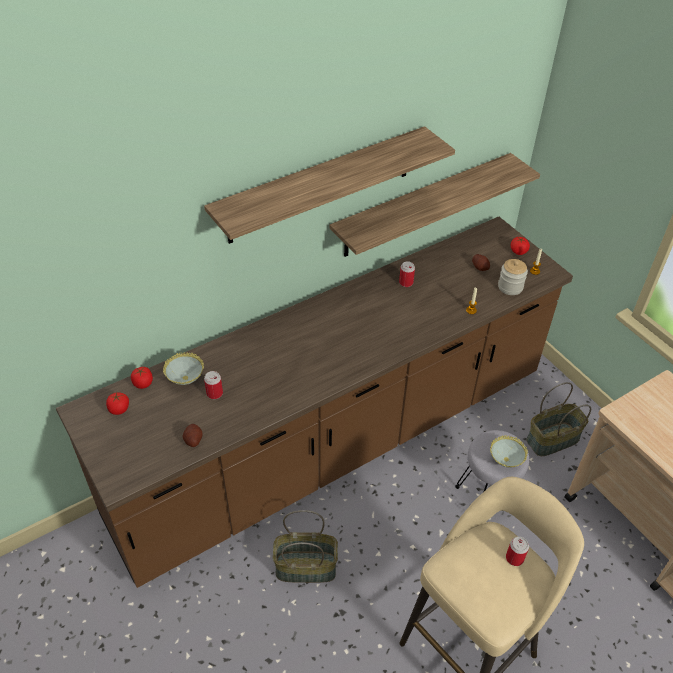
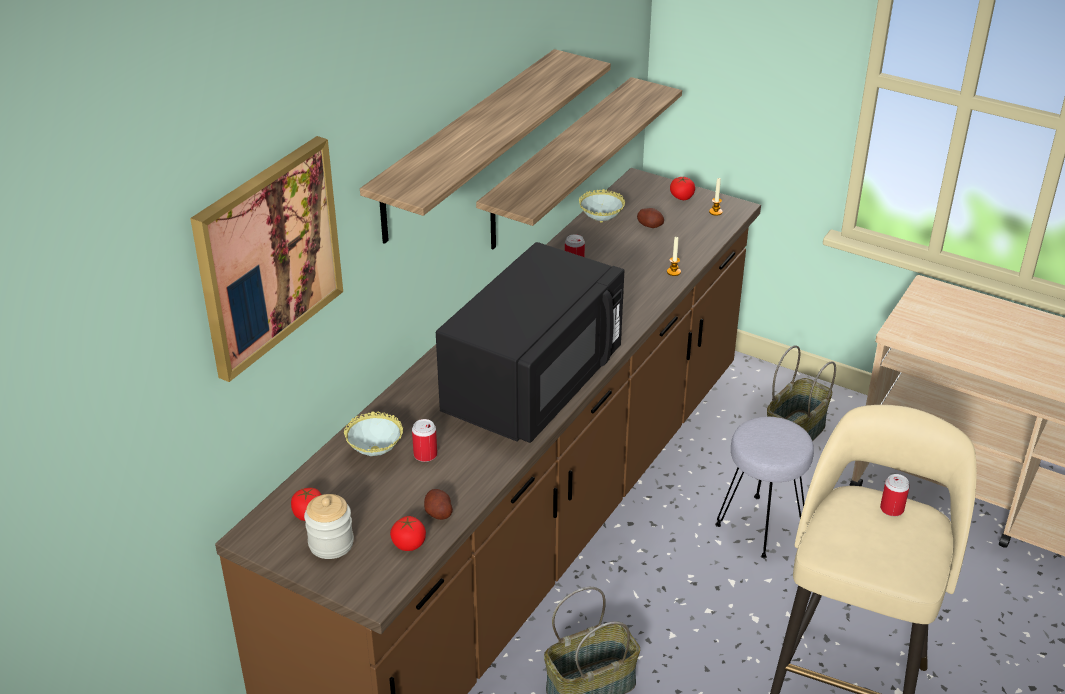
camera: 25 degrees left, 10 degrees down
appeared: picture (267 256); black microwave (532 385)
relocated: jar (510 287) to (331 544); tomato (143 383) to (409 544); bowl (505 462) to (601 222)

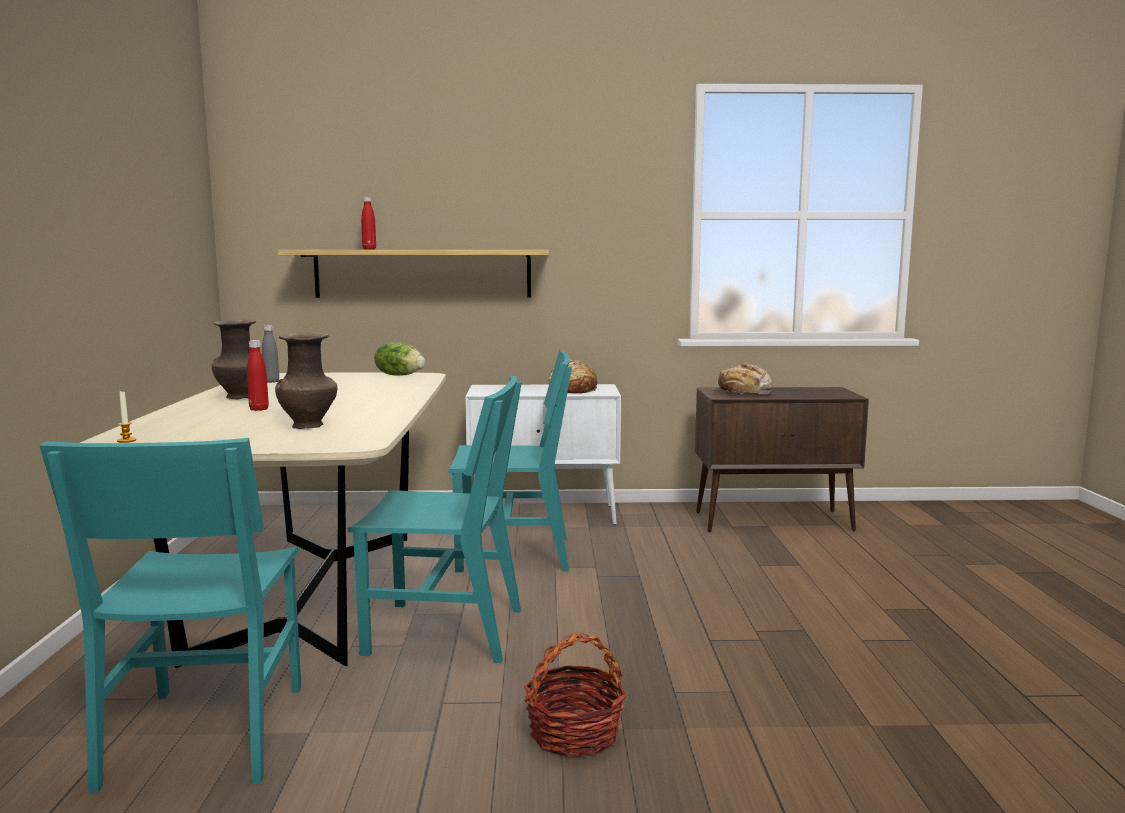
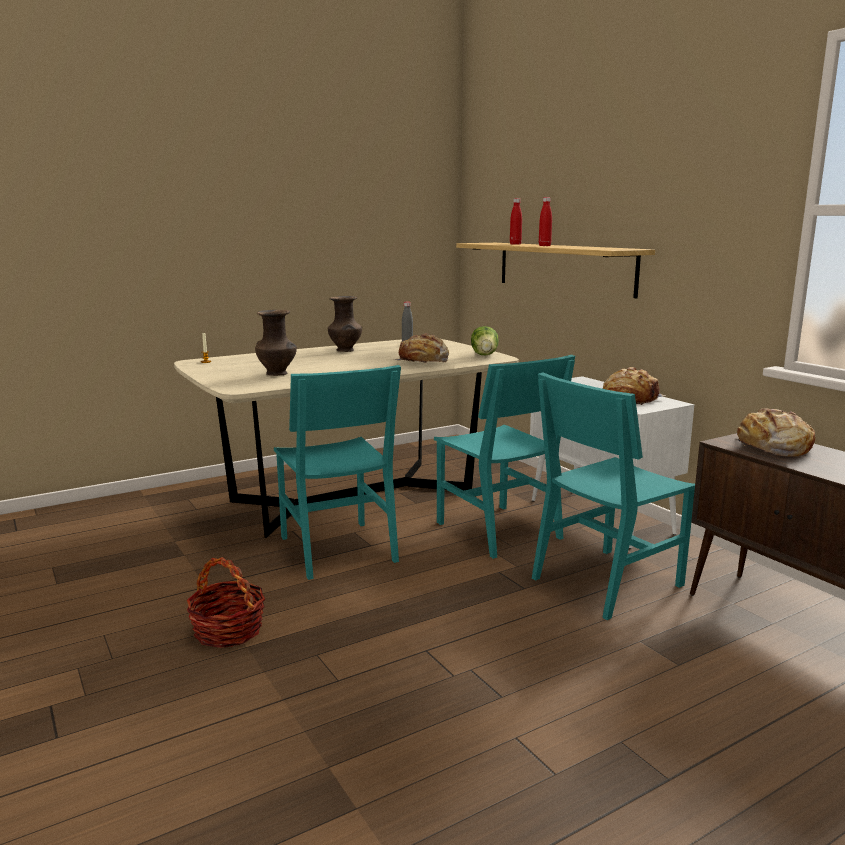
camera: 60 degrees right, 5 degrees up
appeared: bread (423 361)
relocated: red bottle (259 409) to (544 246); turquoise chair (205 734) to (606 581)

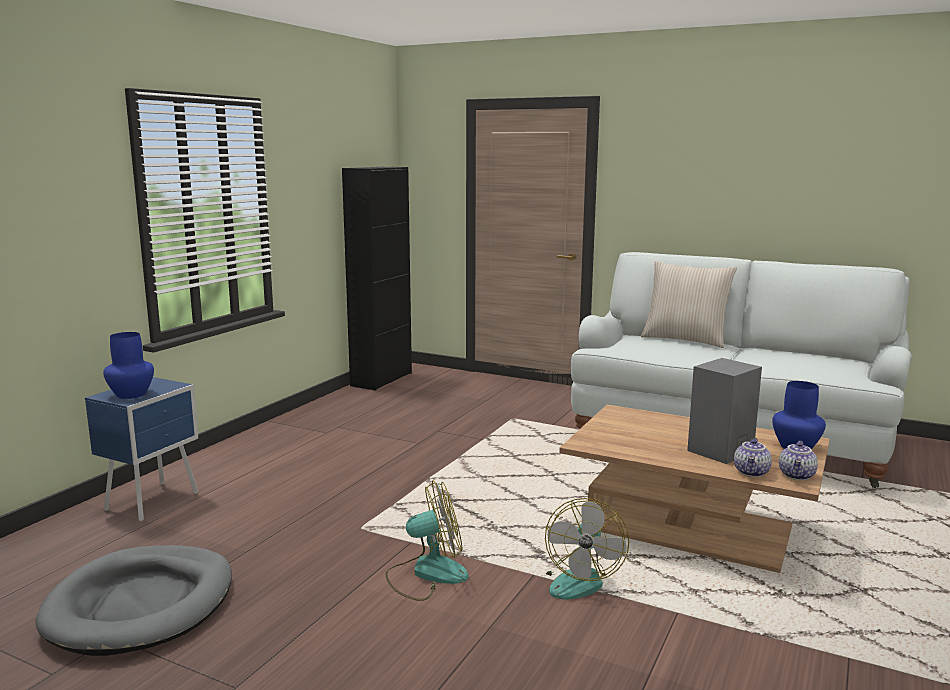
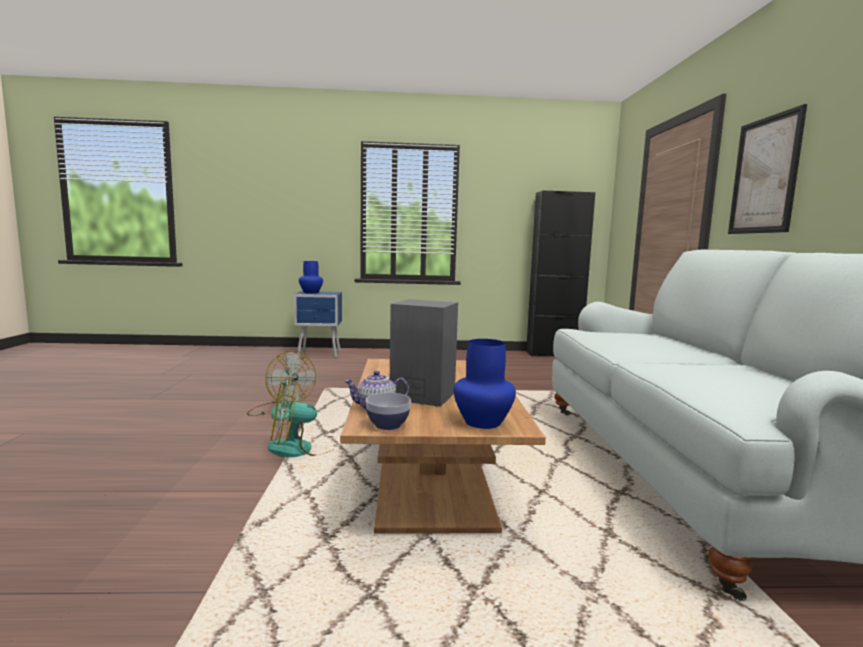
camera: 60 degrees right, 5 degrees down
missing: beige pillow (685 340); grey dog bed (141 605)
appeared: picture (764 175)
exchanged: teapot (797 476) to bowl (388 425)

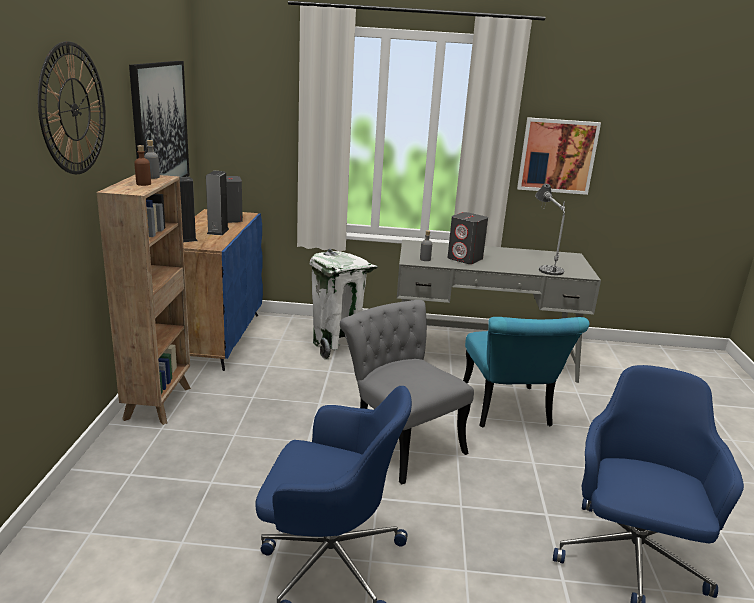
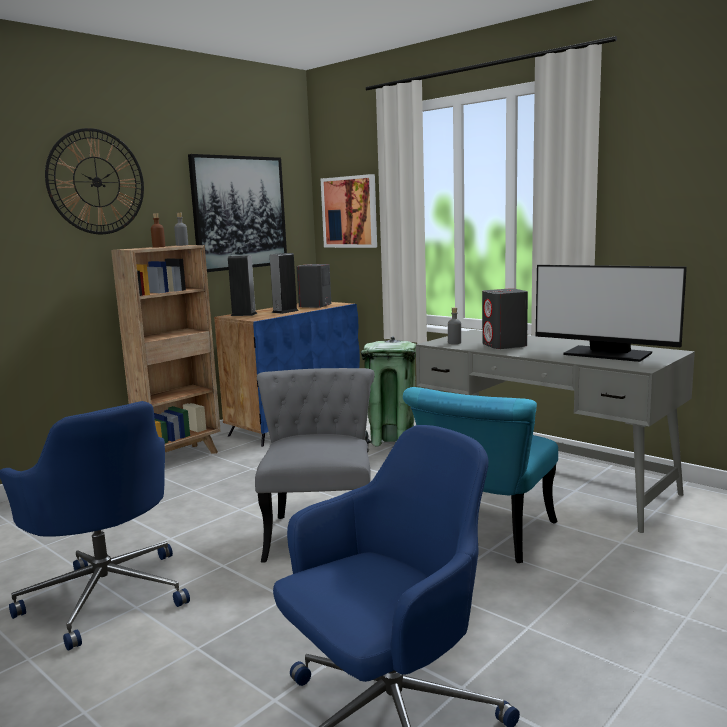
camera: 40 degrees right, 10 degrees down
relocated: picture (557 156) to (350 212)
exchanged: table lamp (544 262) to monitor (607 354)
colour: white trash can (337 345) to green trash can (391 446)

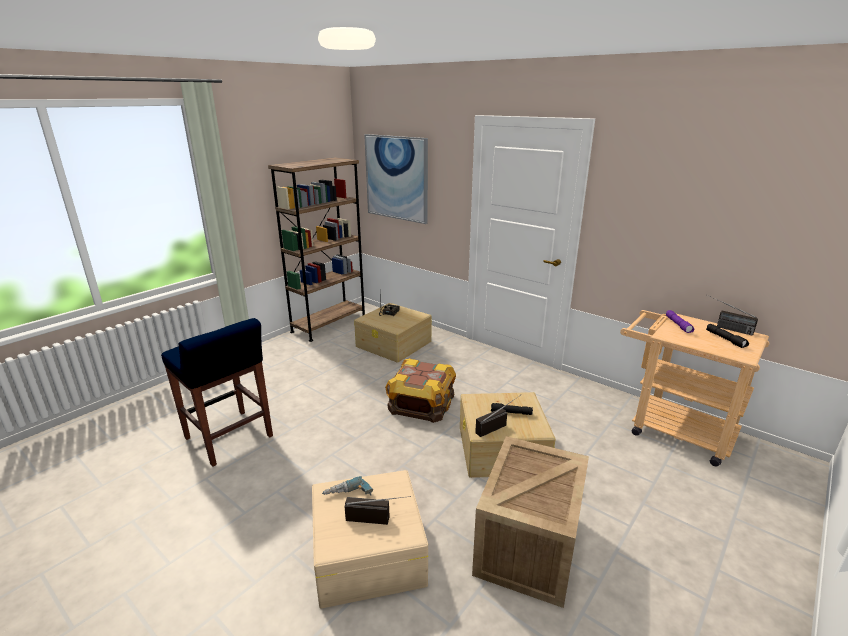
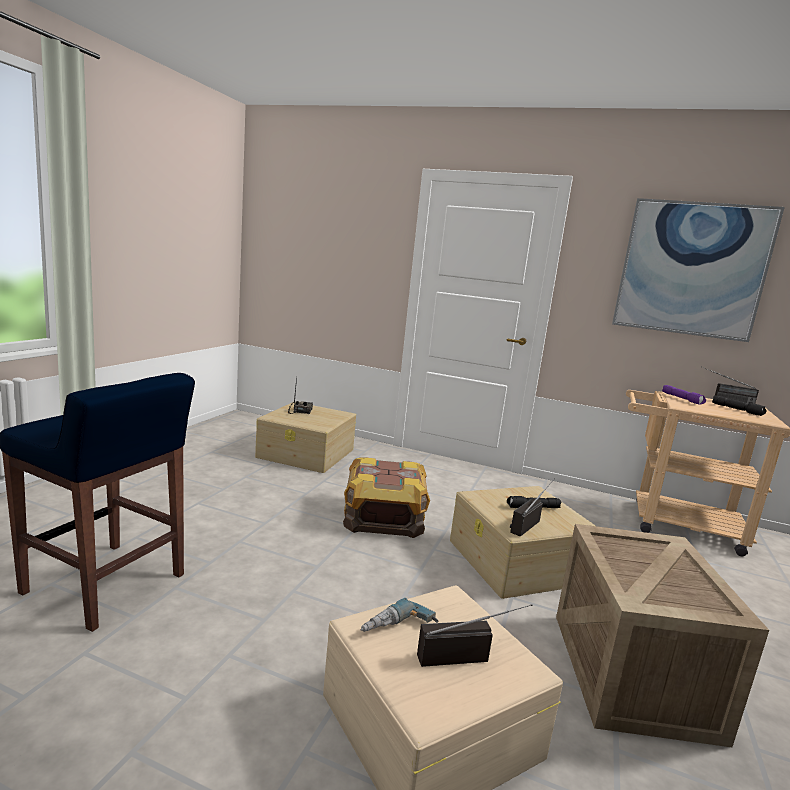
camera: 20 degrees left, 10 degrees down
missing: brown bookcase (329 324)
relocated: picture (396 178) to (691 269)

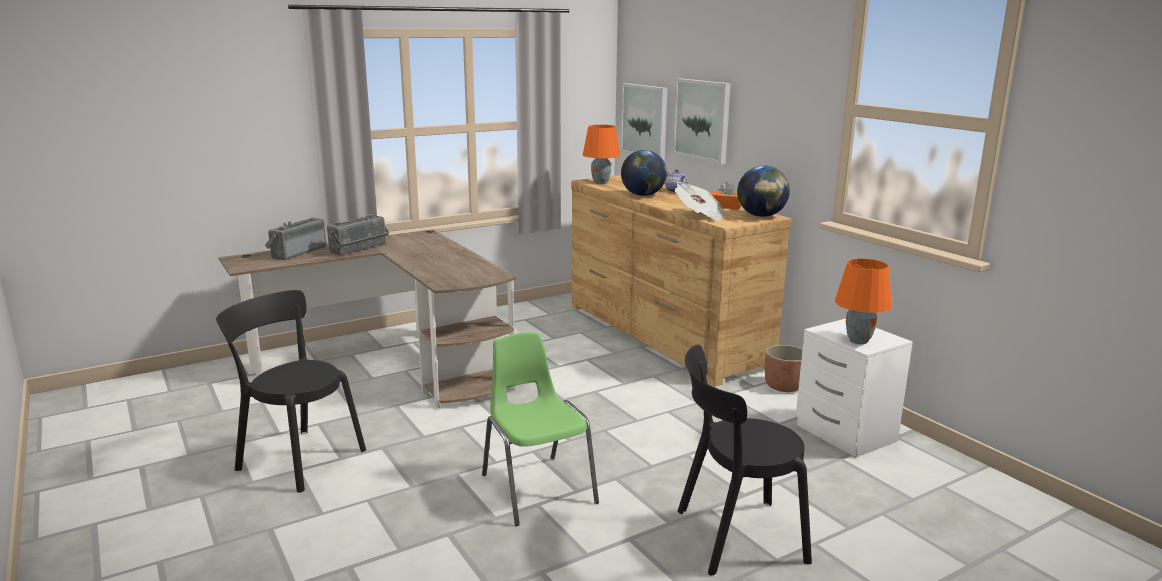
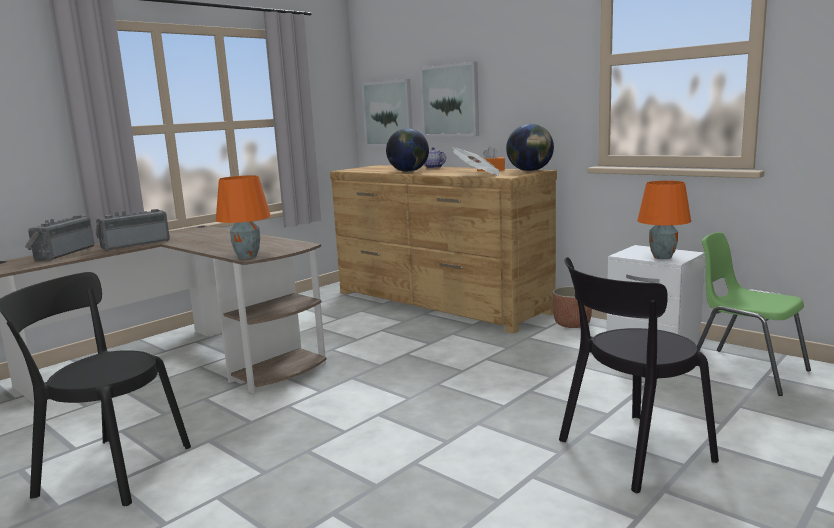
camera: 15 degrees left, 5 degrees down
relocated: orange table lamp (601 183) to (248 256); green chair (537 488) to (745 370)
spun: radio (360 249) = (135 244) 150 degrees counterclockwise

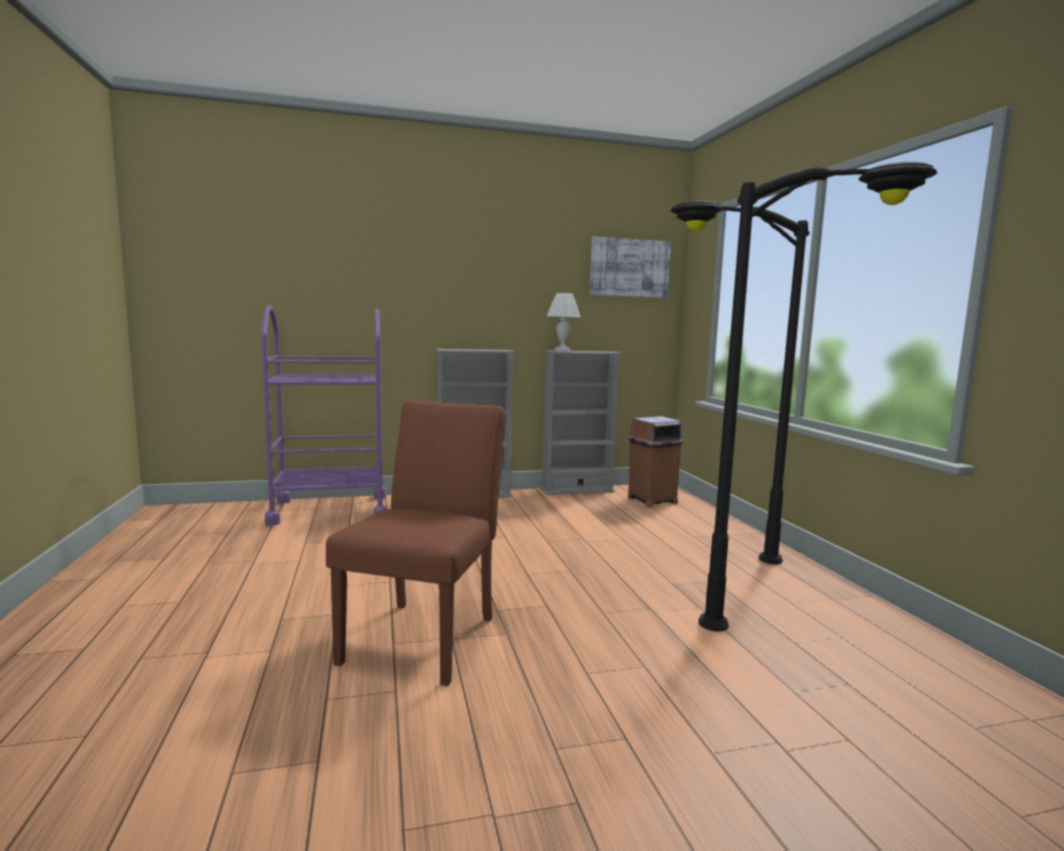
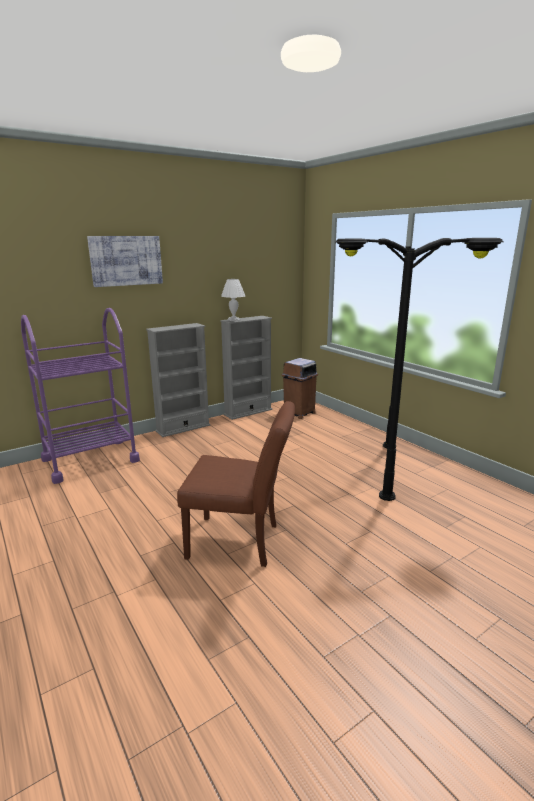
camera: 20 degrees left, 10 degrees up
relocated: picture (629 268) to (126 260)
spun: brown chair (426 634) = (241 542) 105 degrees clockwise

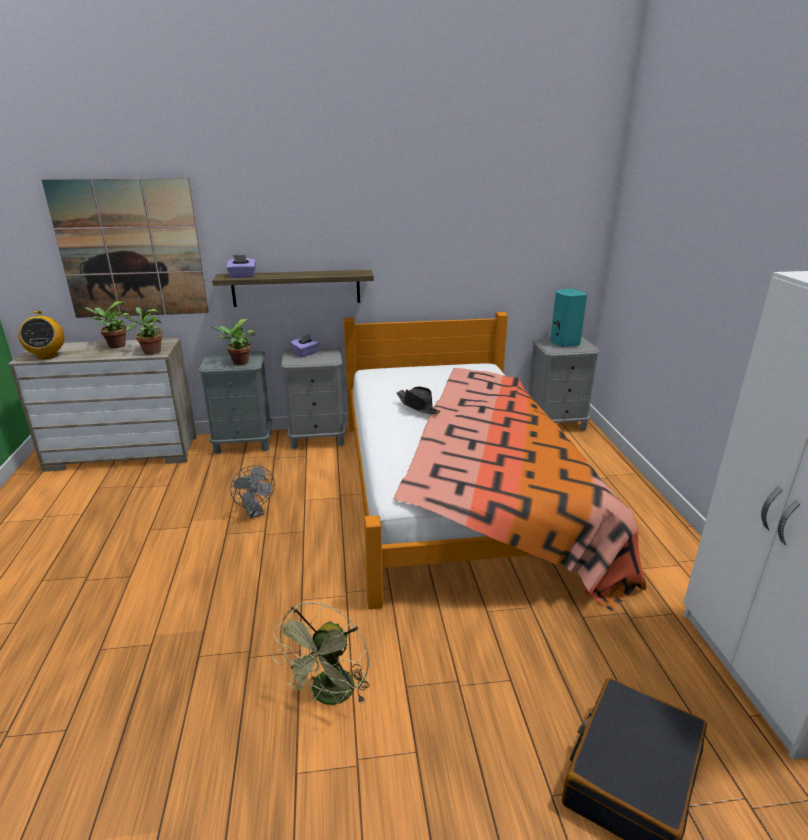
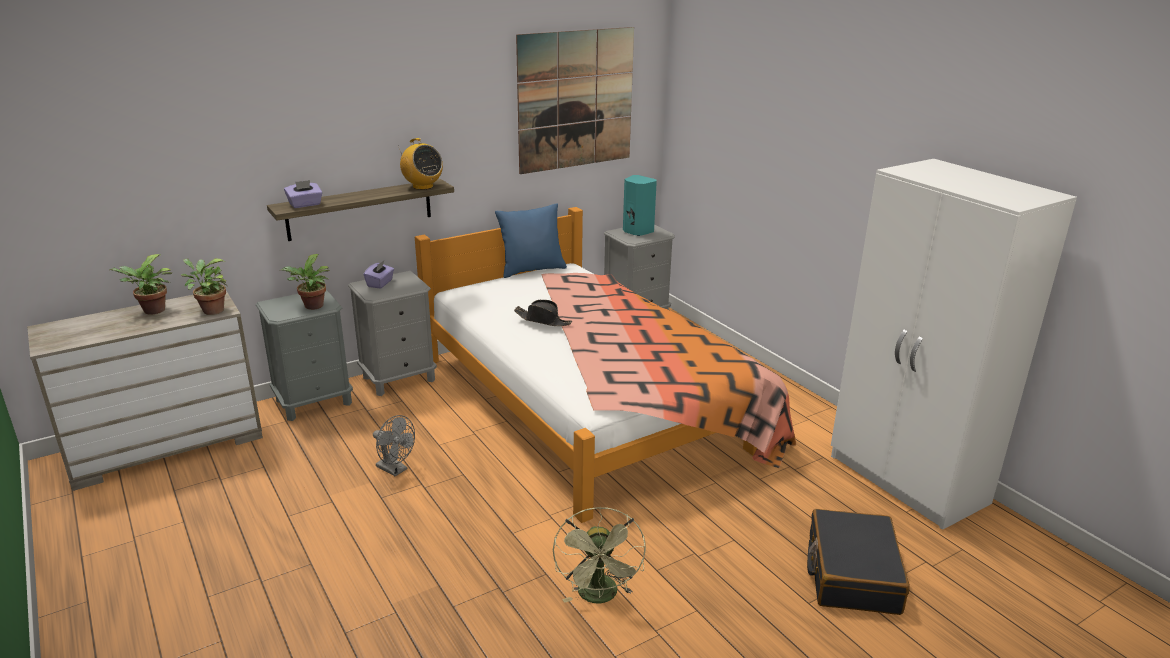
camera: 25 degrees left, 0 degrees up
appeared: blue pillow (531 270)
relocated: picture (130 250) to (575 100); radio (47 356) to (422 186)

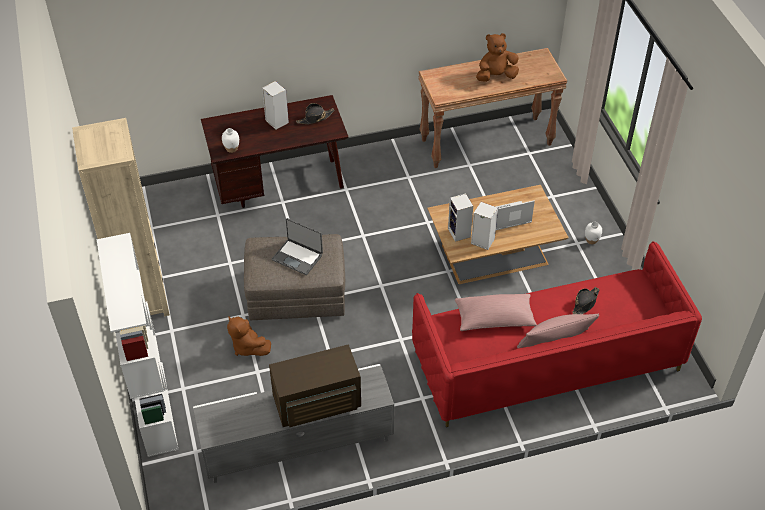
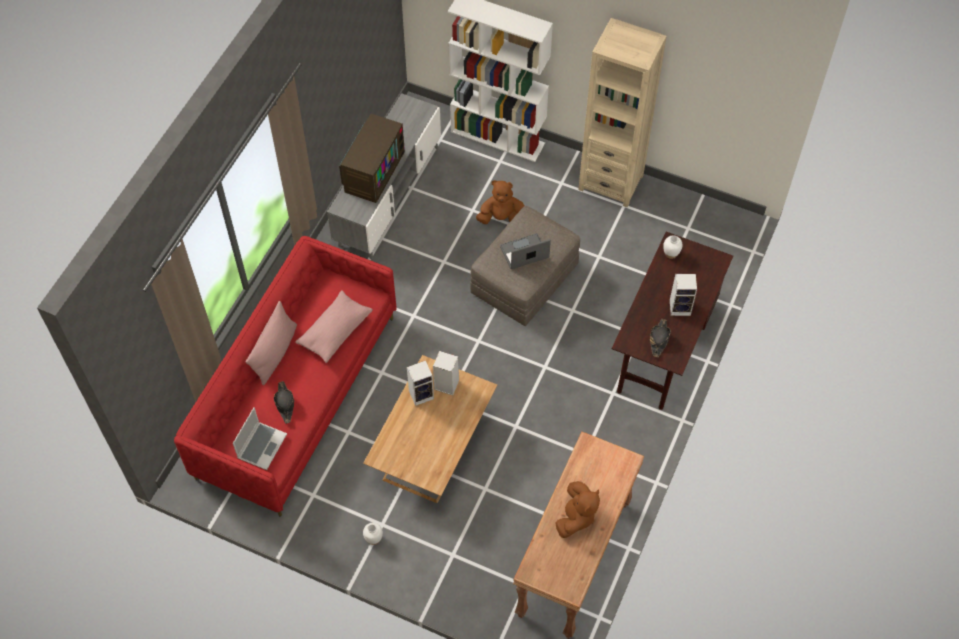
camera: 130 degrees right, 10 degrees up
relocated: laptop (508 217) to (262 445)

